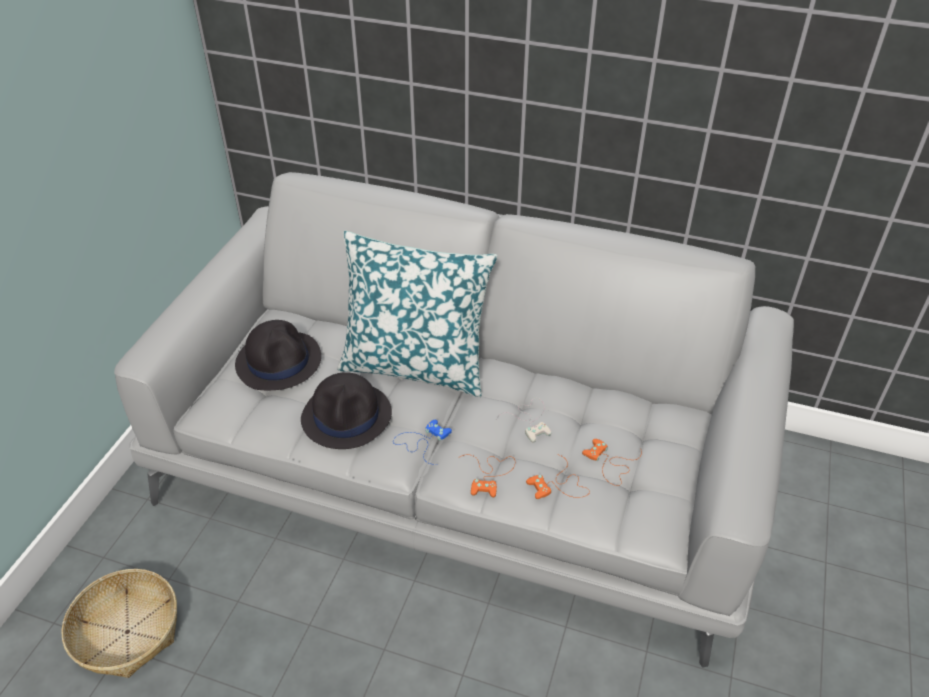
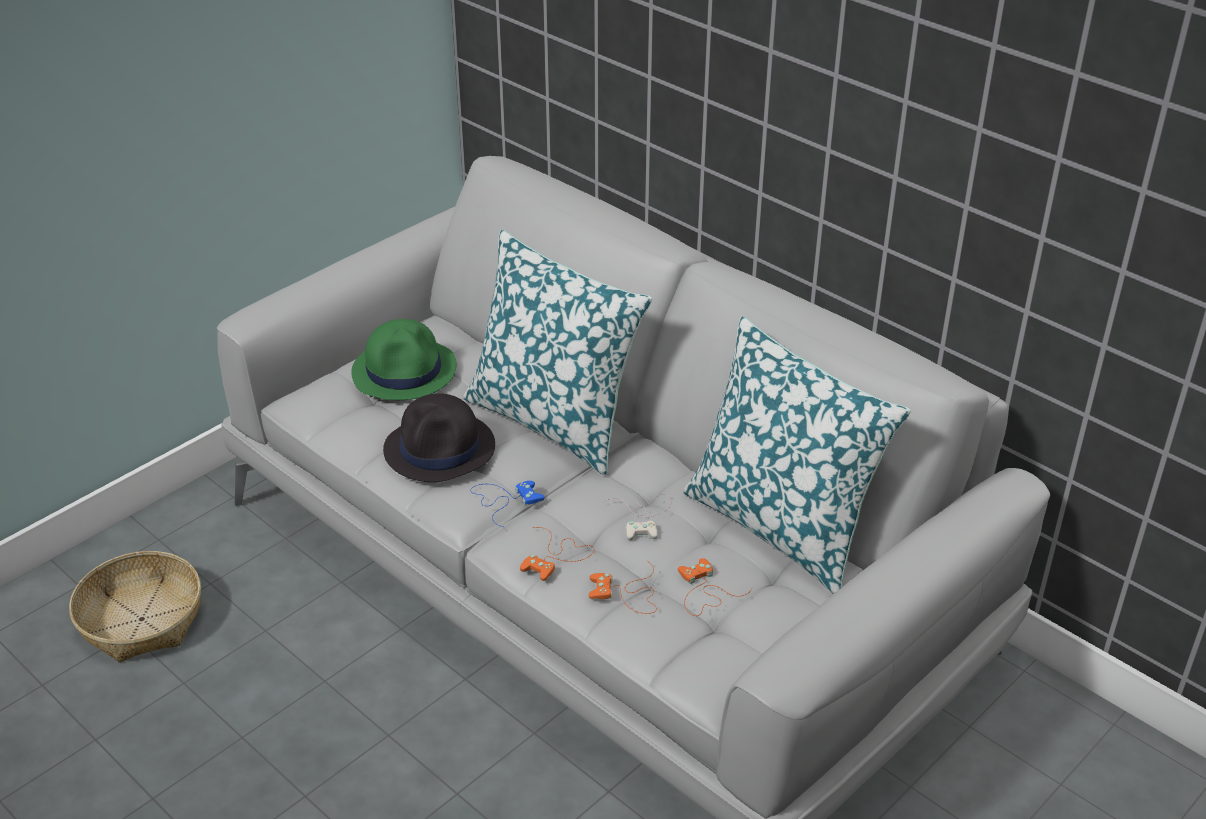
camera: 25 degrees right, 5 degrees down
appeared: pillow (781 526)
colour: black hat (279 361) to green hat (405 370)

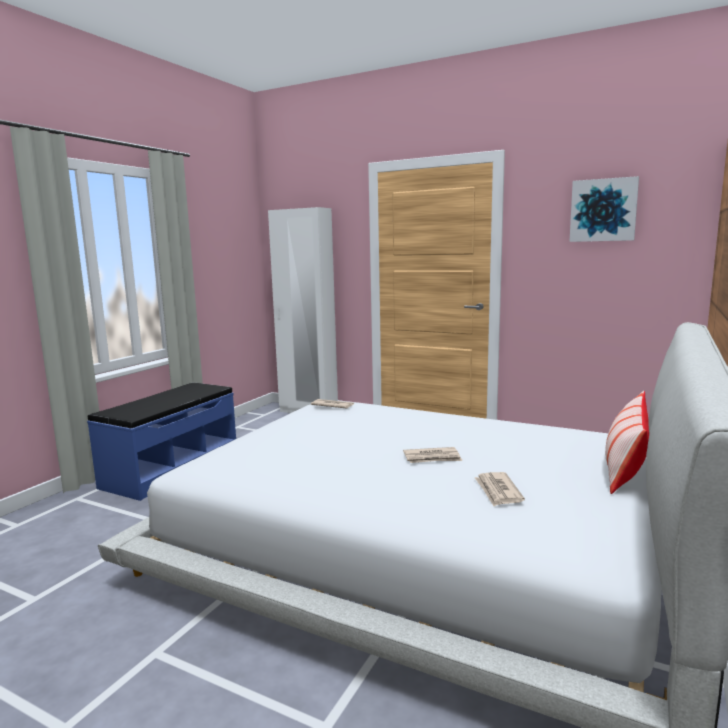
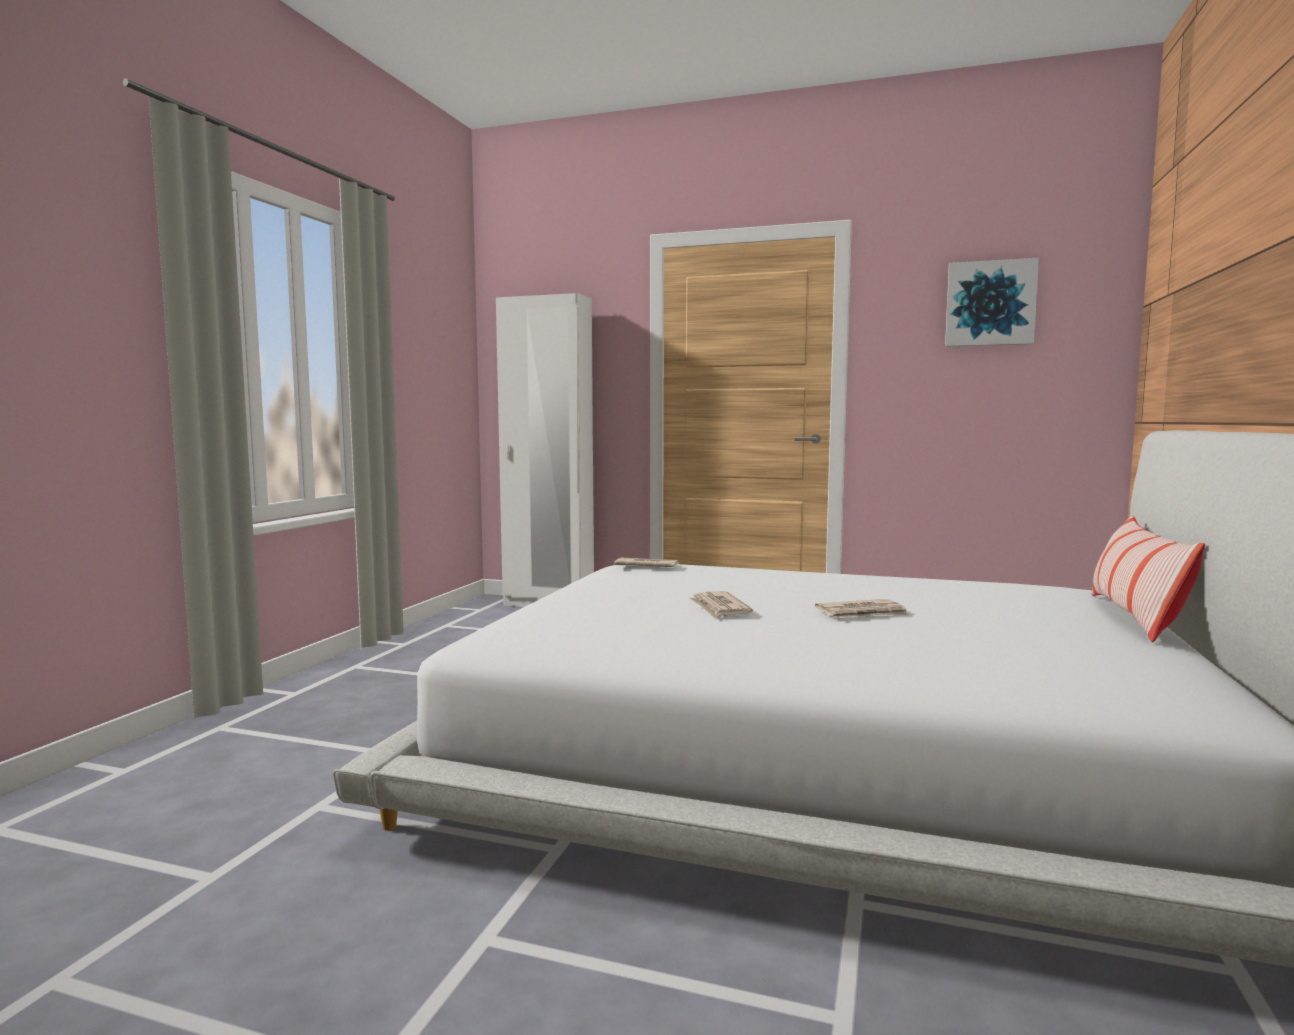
camera: 10 degrees left, 5 degrees down
missing: blue bench (171 468)
relocated: newspaper (498 491) to (719 608)

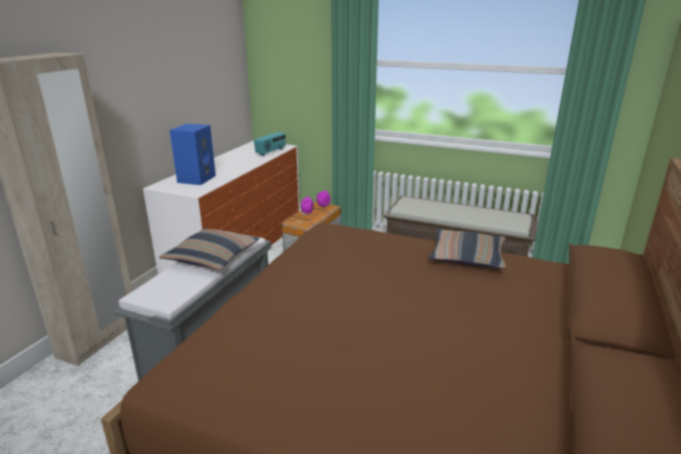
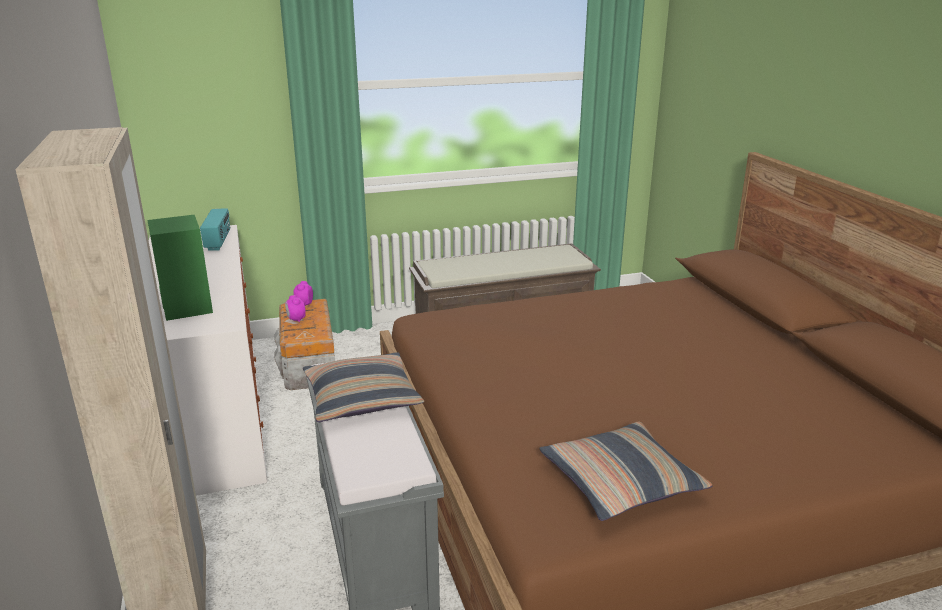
camera: 40 degrees left, 0 degrees up
relocated: pillow (467 257) to (621 482)
colour: blue speaker (196 179) to green speaker (185 307)

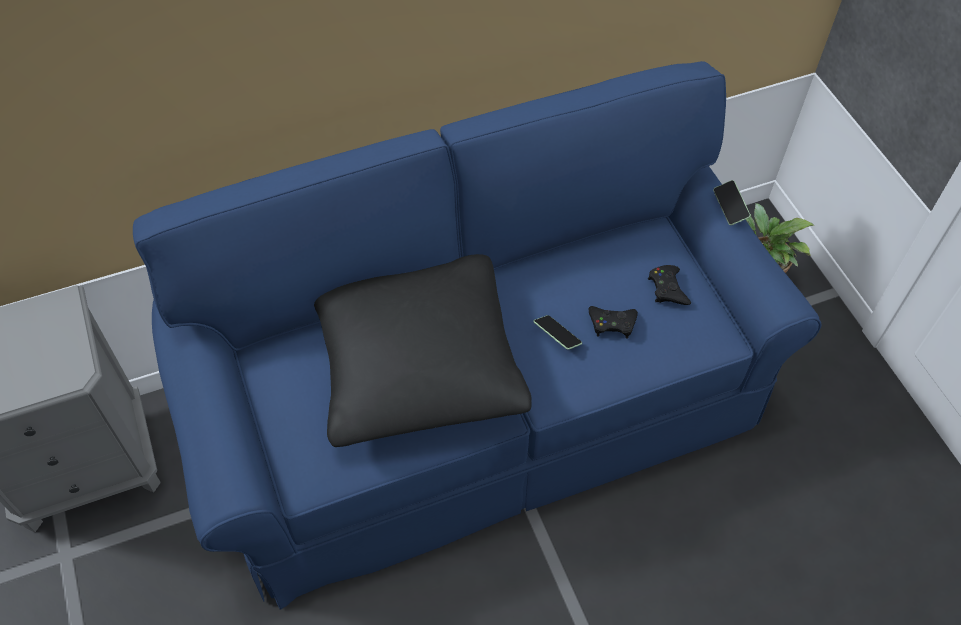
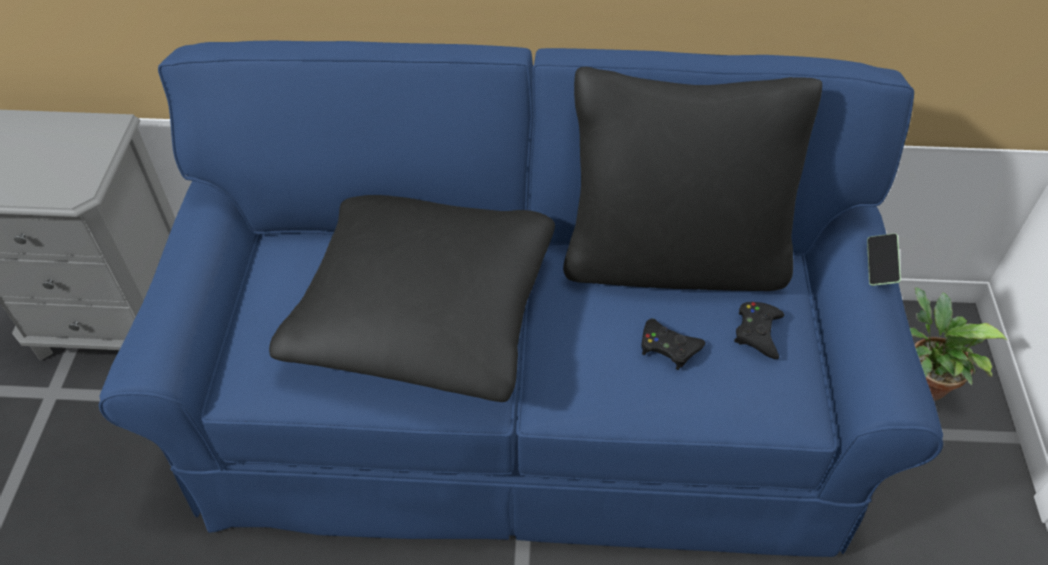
camera: 25 degrees right, 5 degrees down
missing: phone (557 336)
appeared: black pillow (673 259)

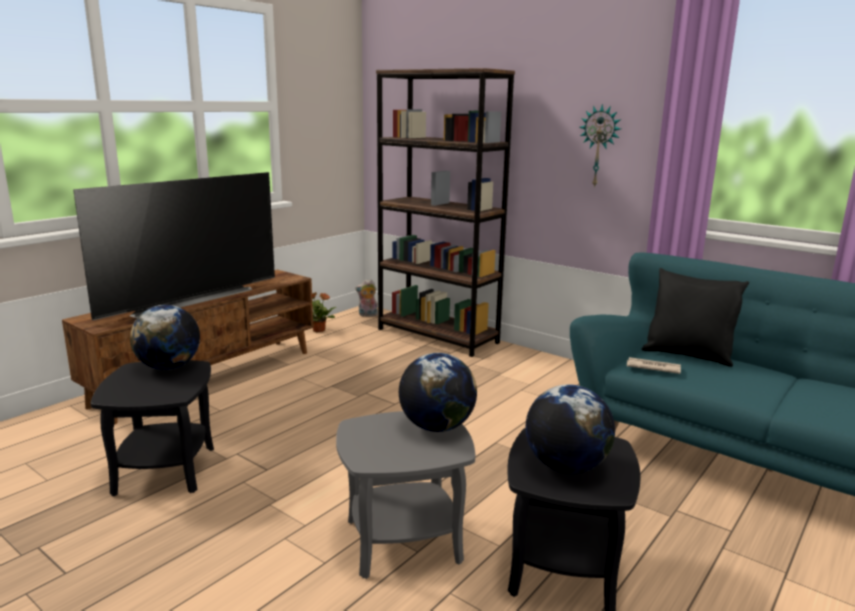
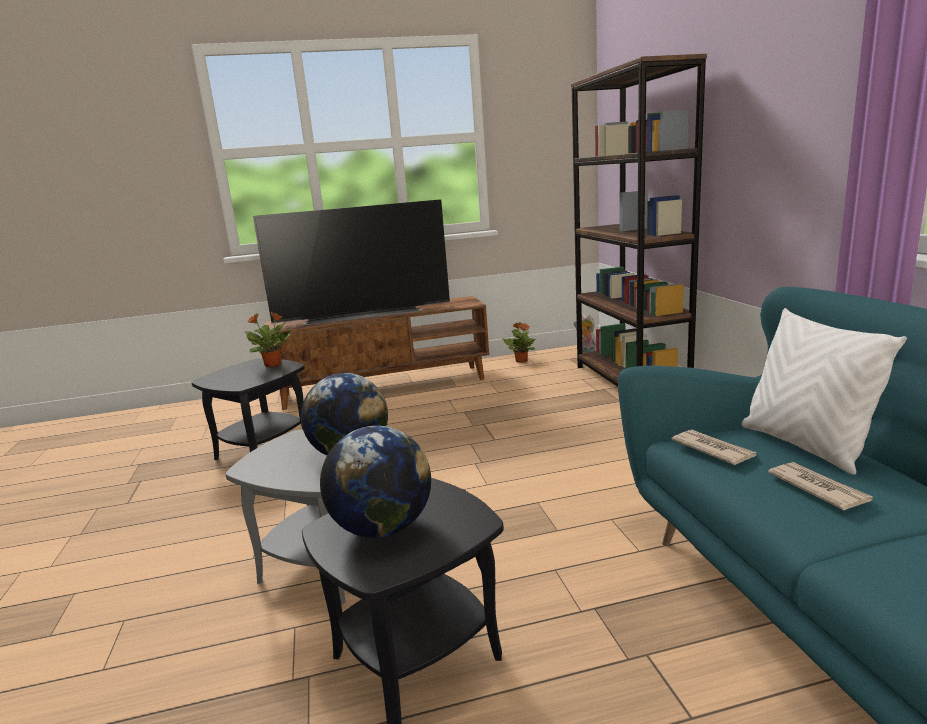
camera: 40 degrees right, 0 degrees up
missing: wall clock (599 146)
appeared: newspaper (817 488)
exchanged: globe (169 367) to potted plant (274 365)
colour: black pillow (687 355) to white pillow (805 446)

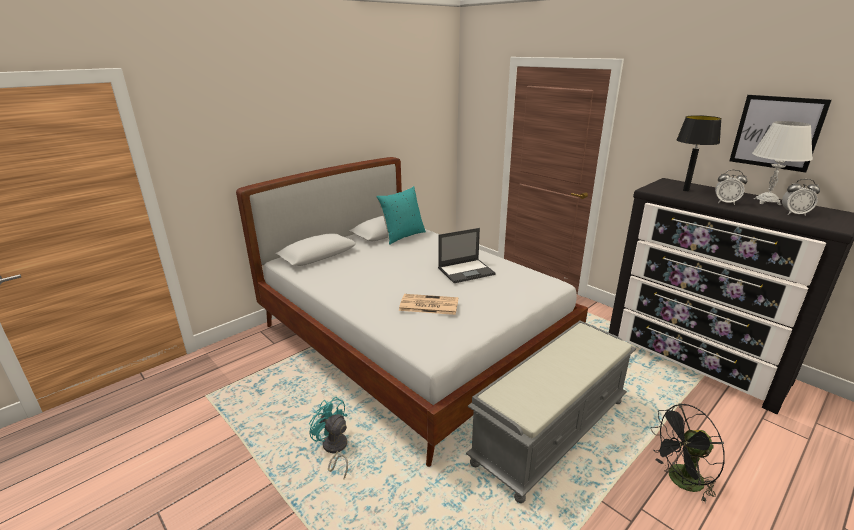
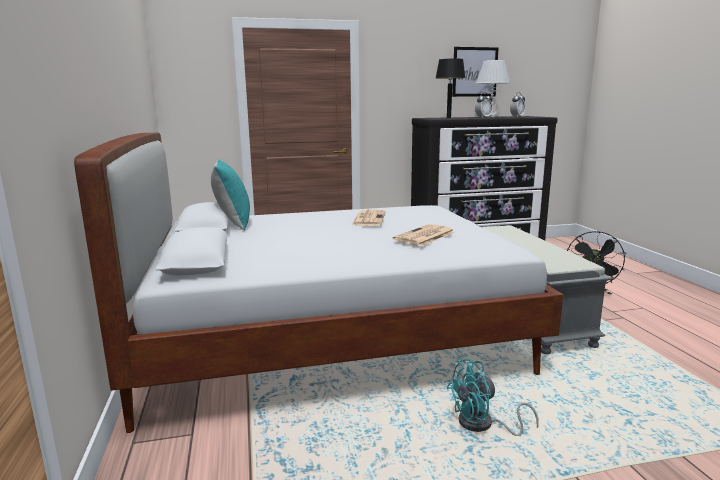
camera: 60 degrees left, 10 degrees down
exchanged: laptop (466 271) to newspaper (368 218)

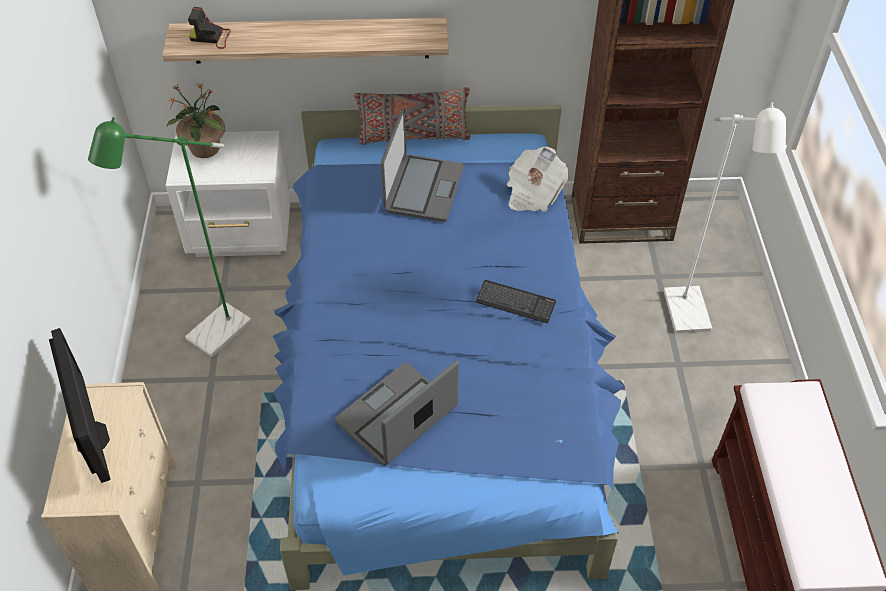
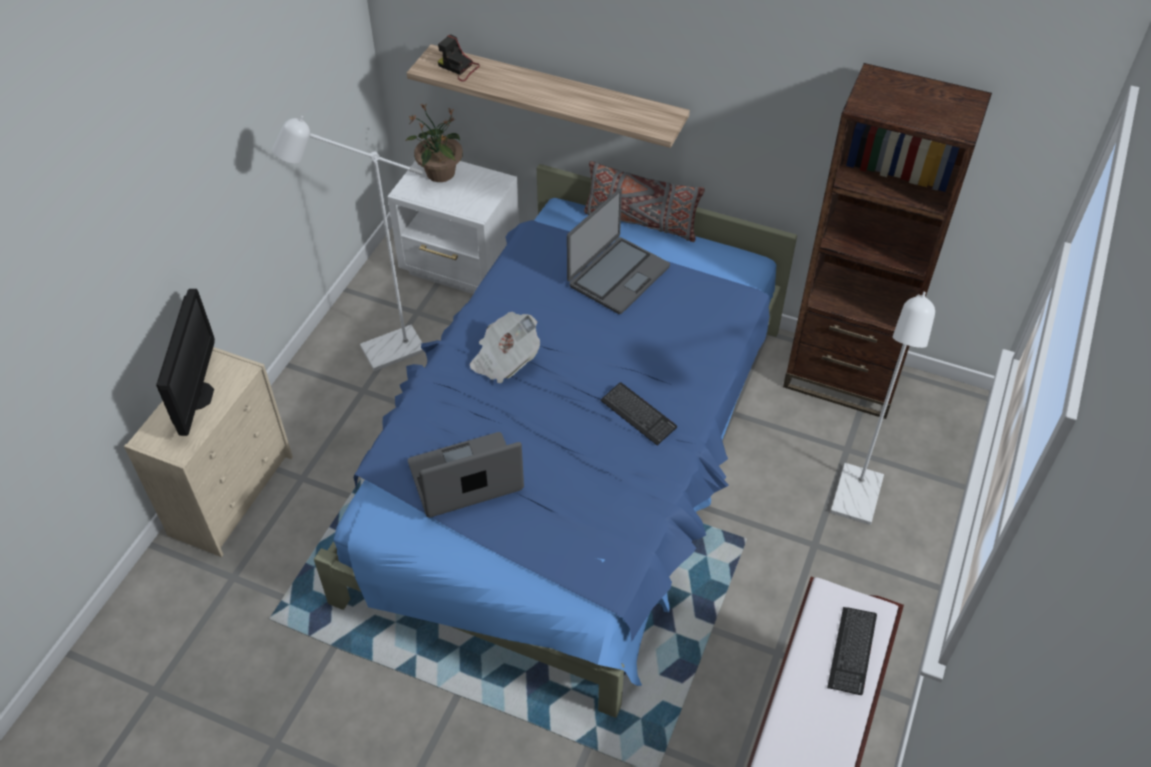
camera: 25 degrees right, 0 degrees up
appeared: keyboard (852 651)
relocated: newspaper (533 193) to (505 360)
colour: green floor lamp (210 338) to white floor lamp (382 353)

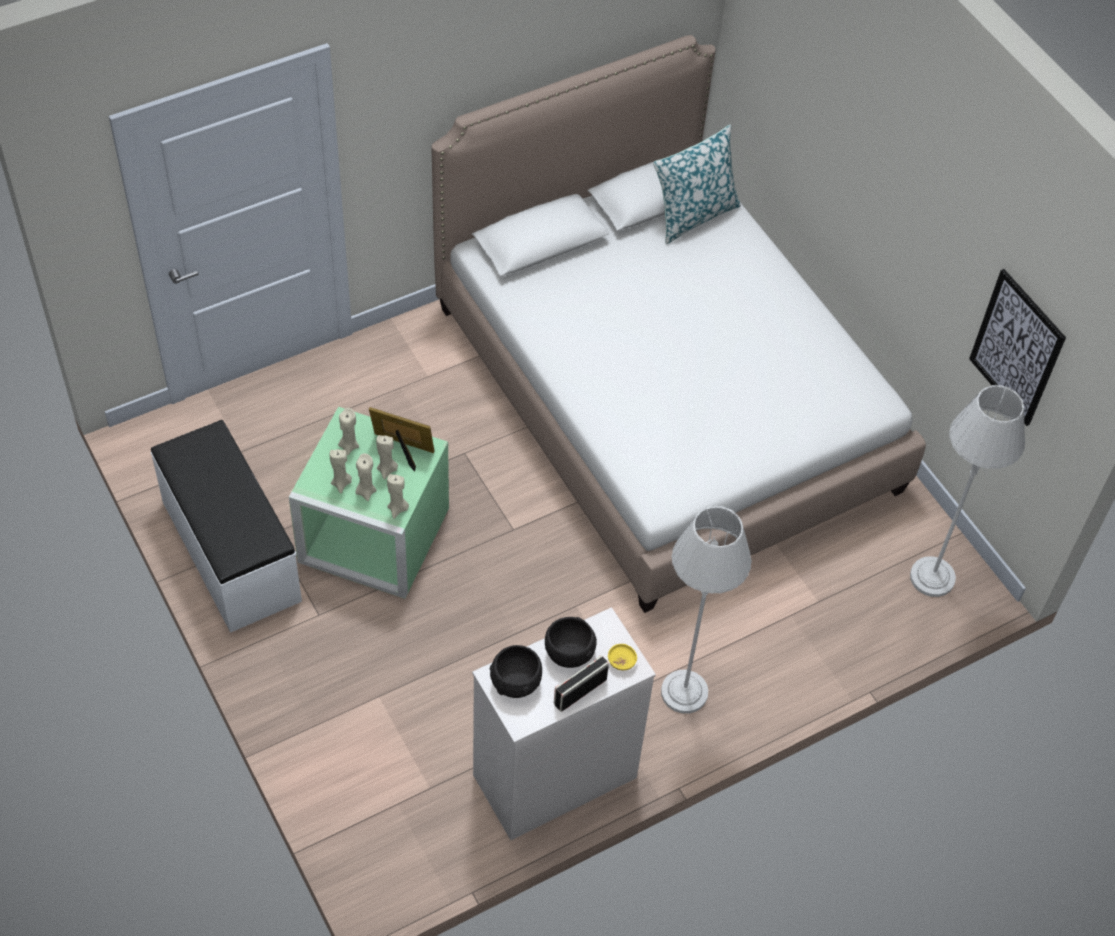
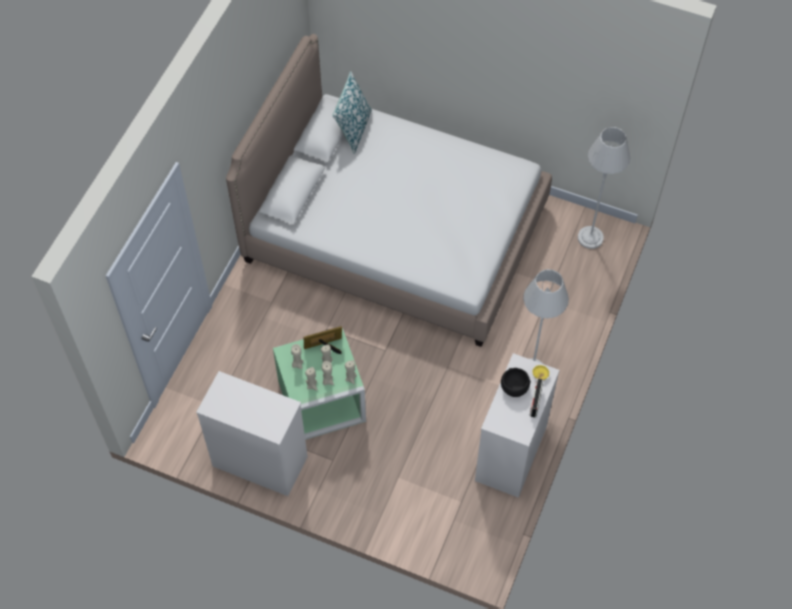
camera: 35 degrees left, 5 degrees up
missing: picture (1017 348); black bowl (516 681)
exchanged: white bench (230 552) to white dresser (259 461)

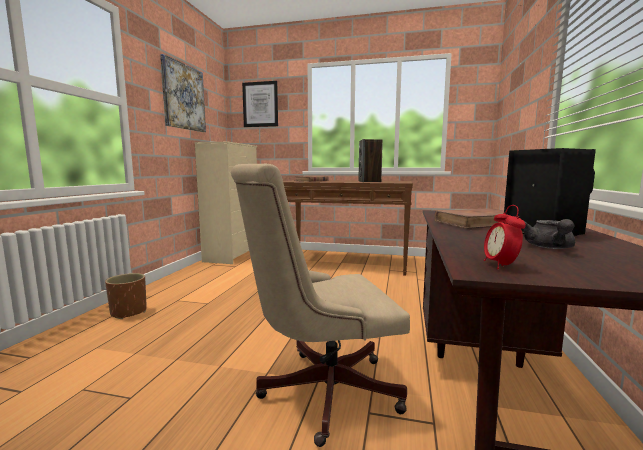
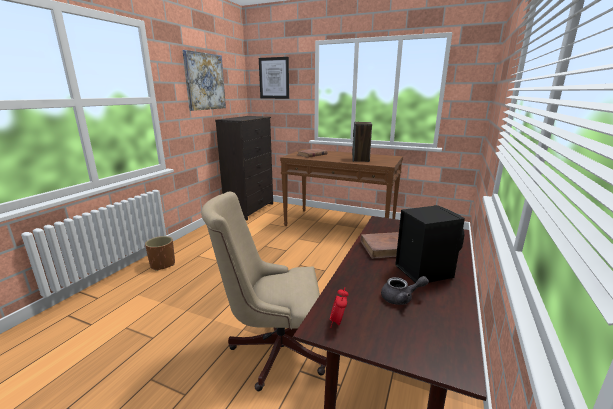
camera: 10 degrees right, 10 degrees up
colour: beige dresser (233 255) to black dresser (250 209)
spun: grey teapot (550 247) = (401 298) 120 degrees counterclockwise

